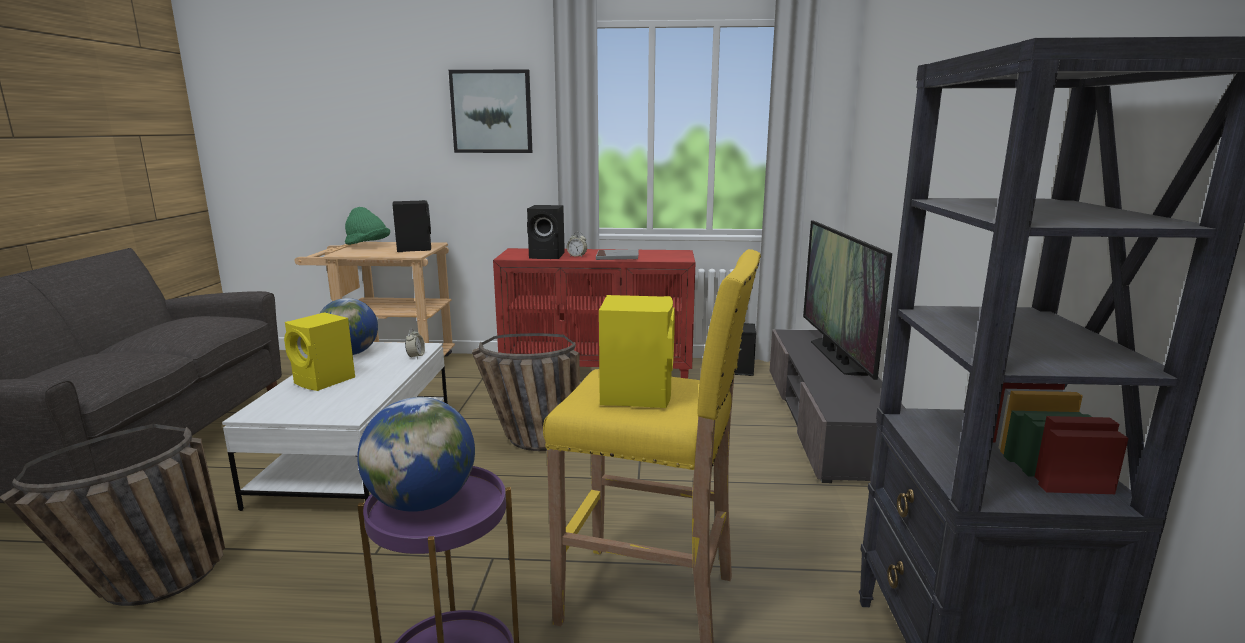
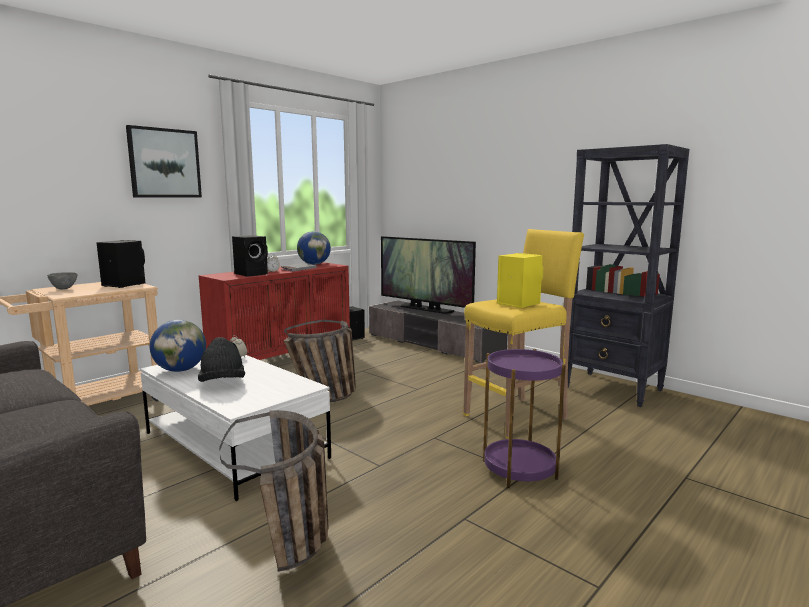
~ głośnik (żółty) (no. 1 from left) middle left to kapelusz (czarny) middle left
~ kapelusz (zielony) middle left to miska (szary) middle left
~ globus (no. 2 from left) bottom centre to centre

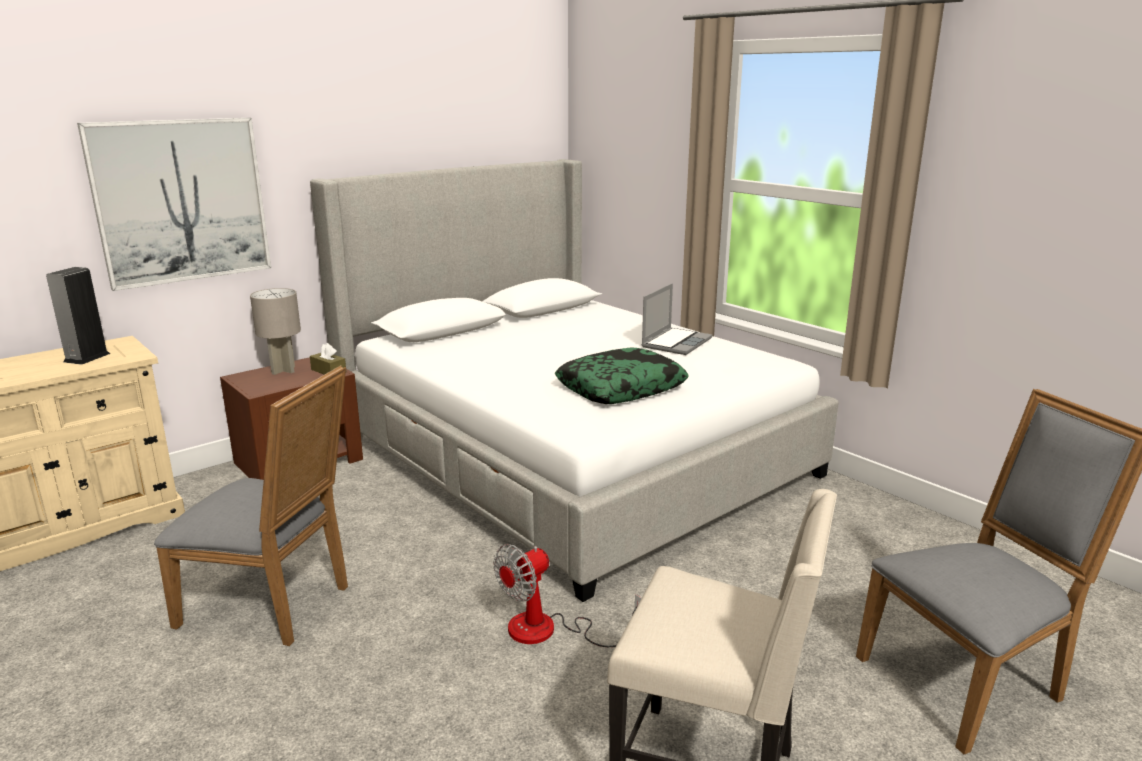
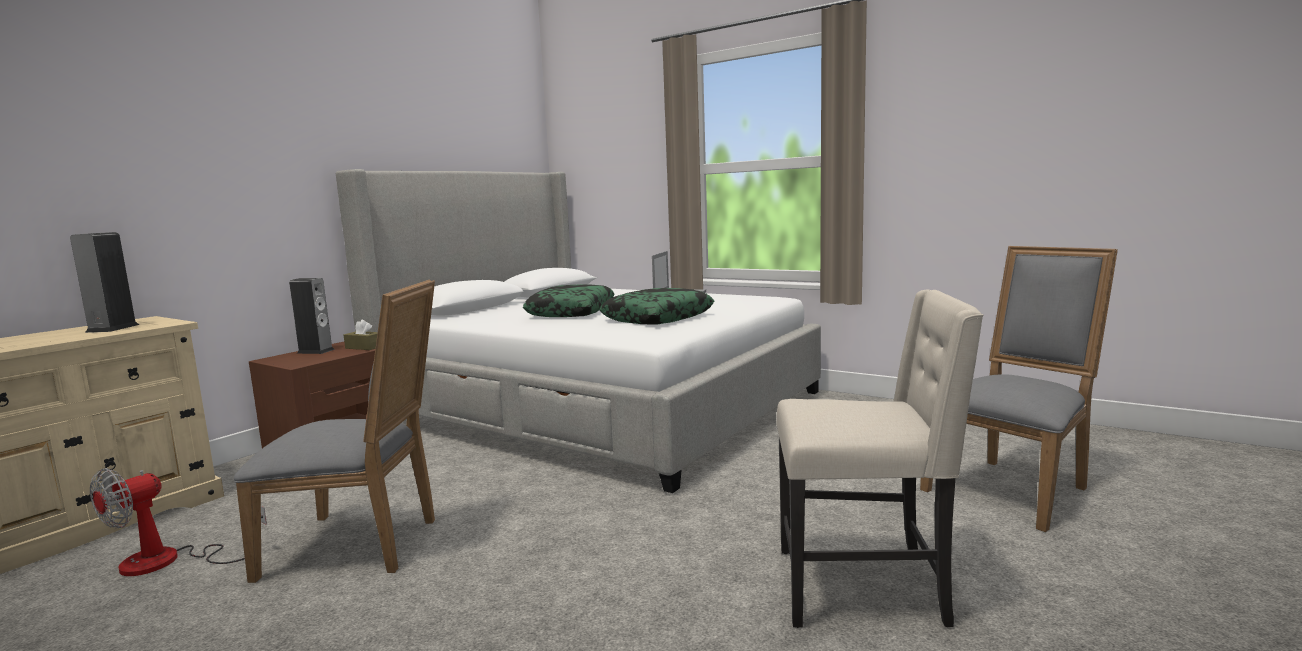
- obraz top left
~ lampa stołowa (szary) middle left to głośnik (no. 2 from left) middle left
~ wentylator bottom centre to bottom left
+ poduszka (no. 1 from left) centre

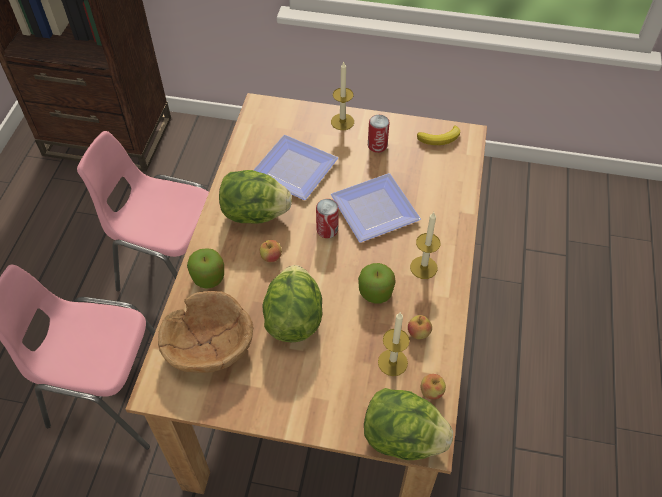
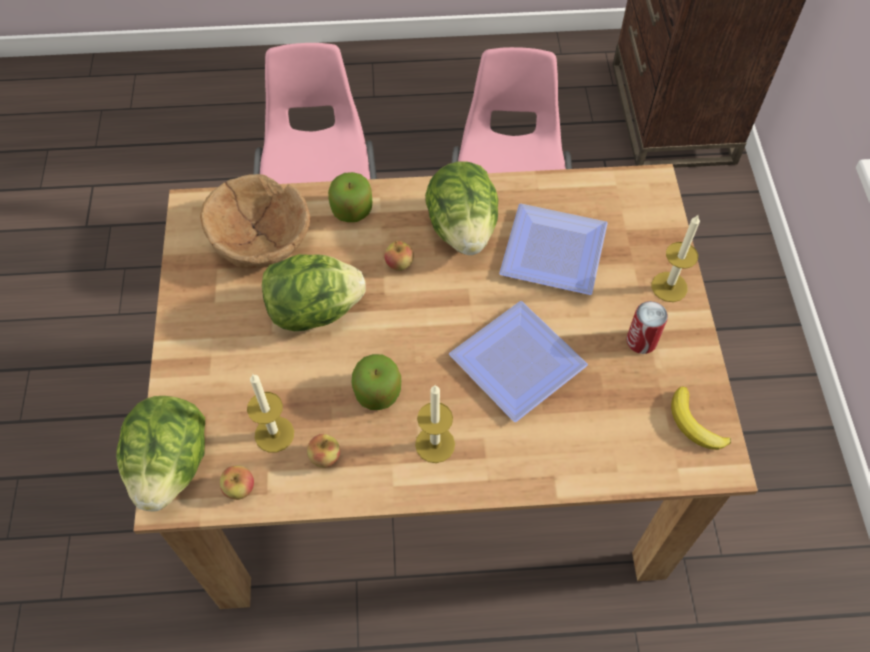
- puszka (no. 1 from left) centre

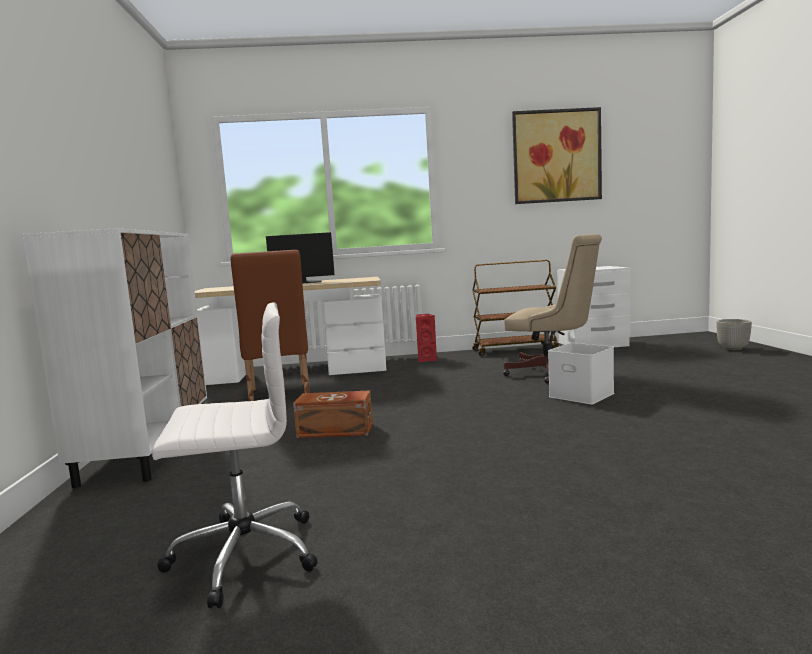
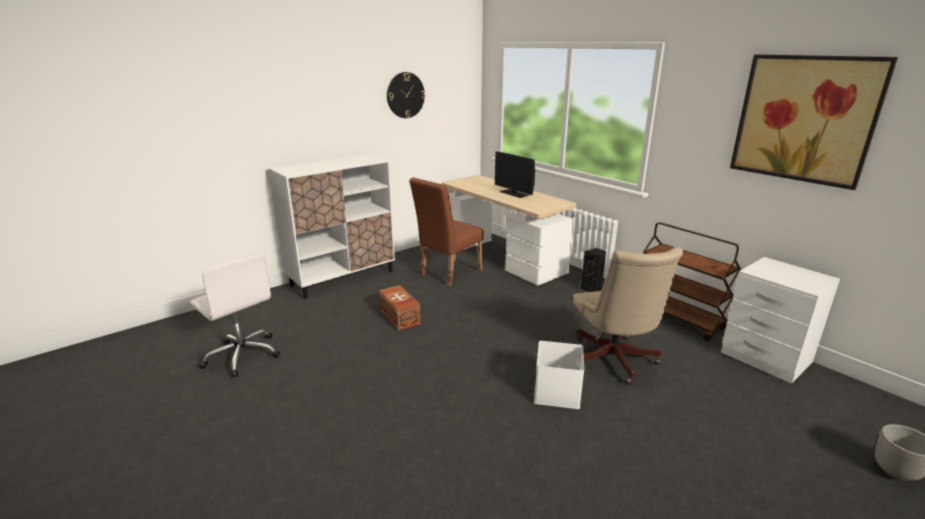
~ głośnik (czerwony) centre to głośnik (czarny) centre
+ zegar ścienny top centre

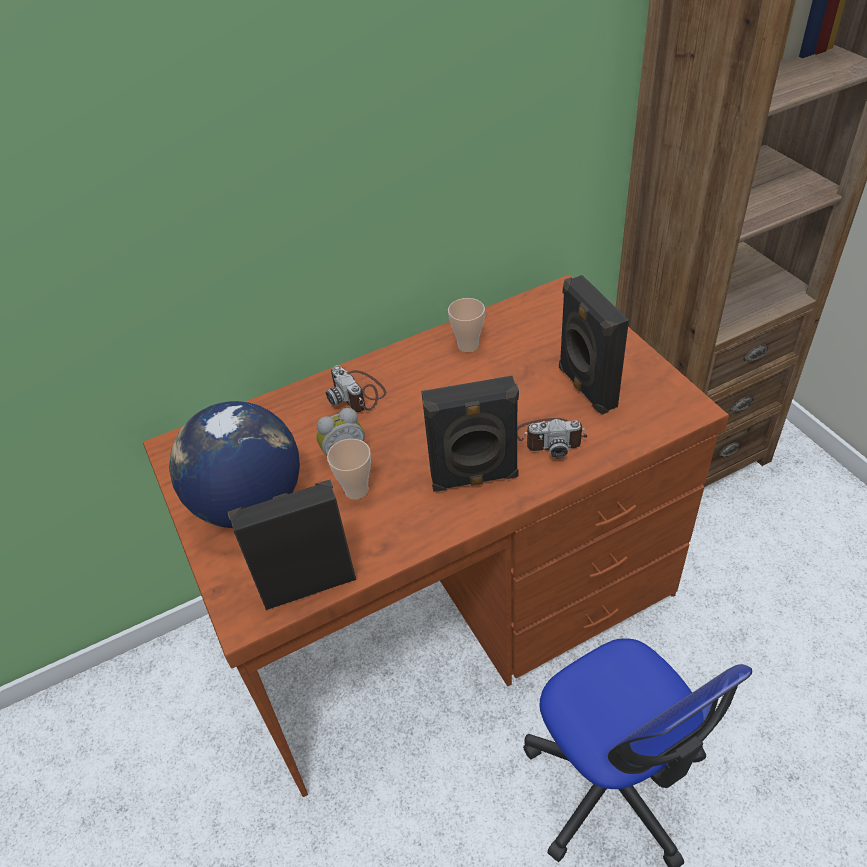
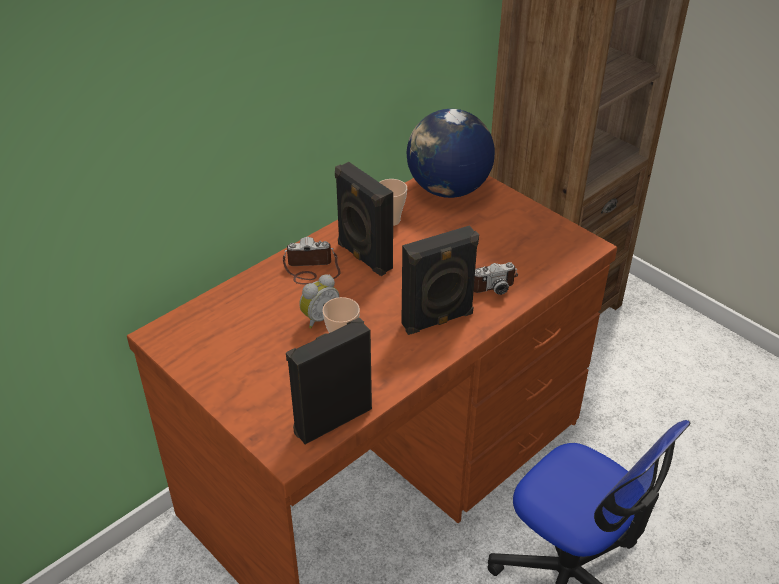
~ globus middle left to top centre
~ aparat fotograficzny (no. 1 from left) centre = centre 135 degrees clockwise
~ głośnik (czarny) (no. 3 from left in the first image) middle right to głośnik (czarny) (no. 2 from left) centre

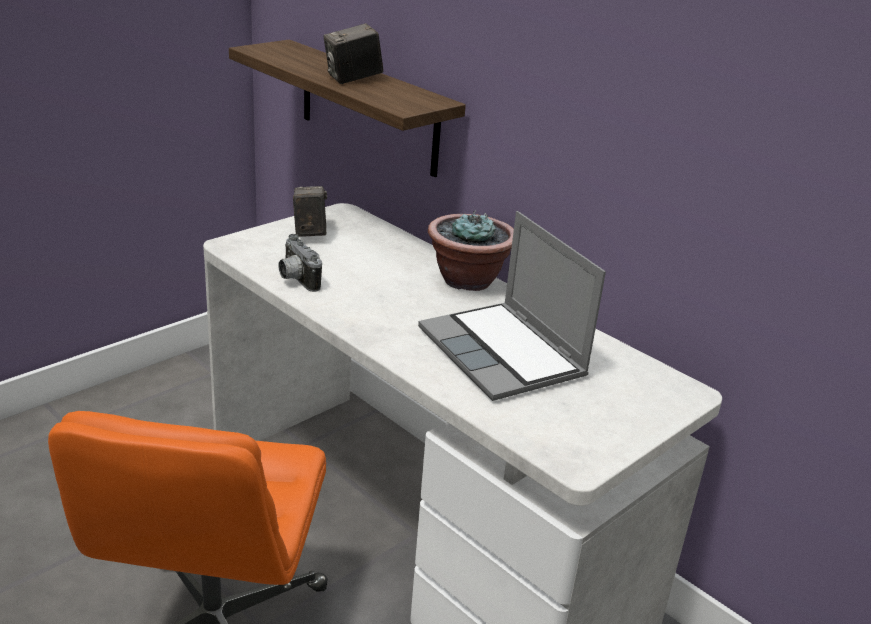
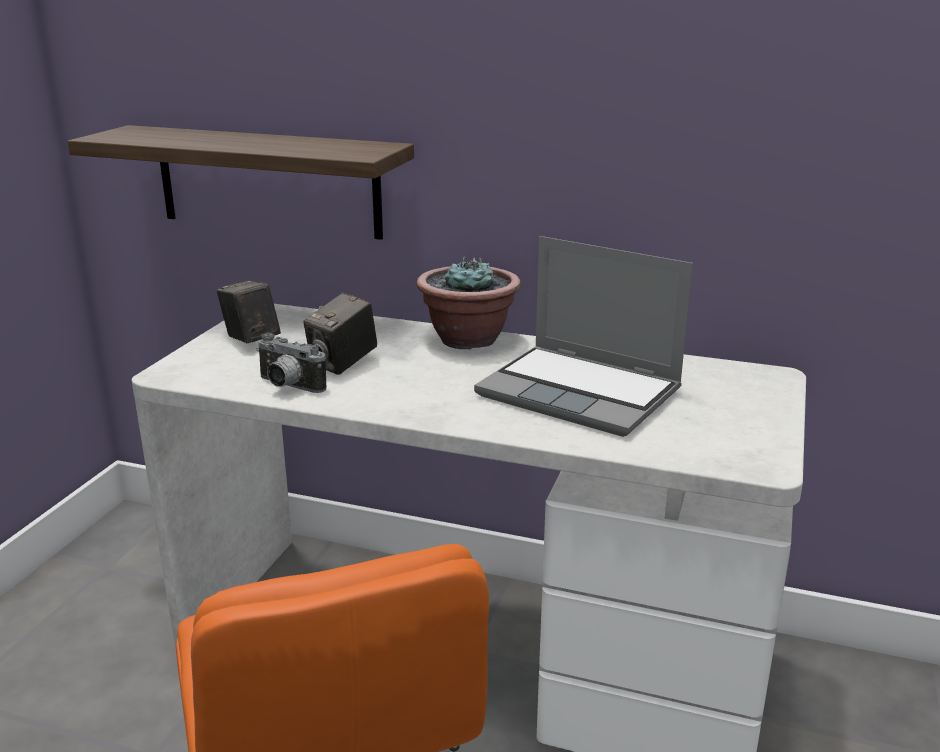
~ aparat fotograficzny (no. 3 from left) top centre to centre

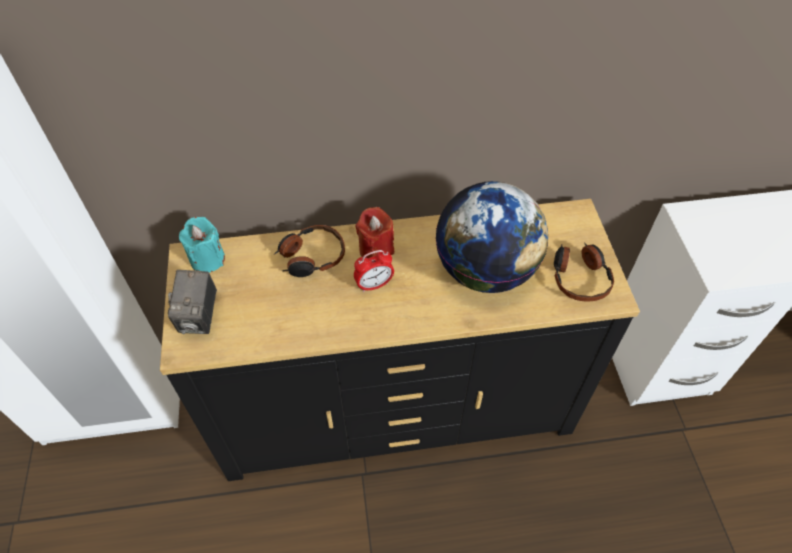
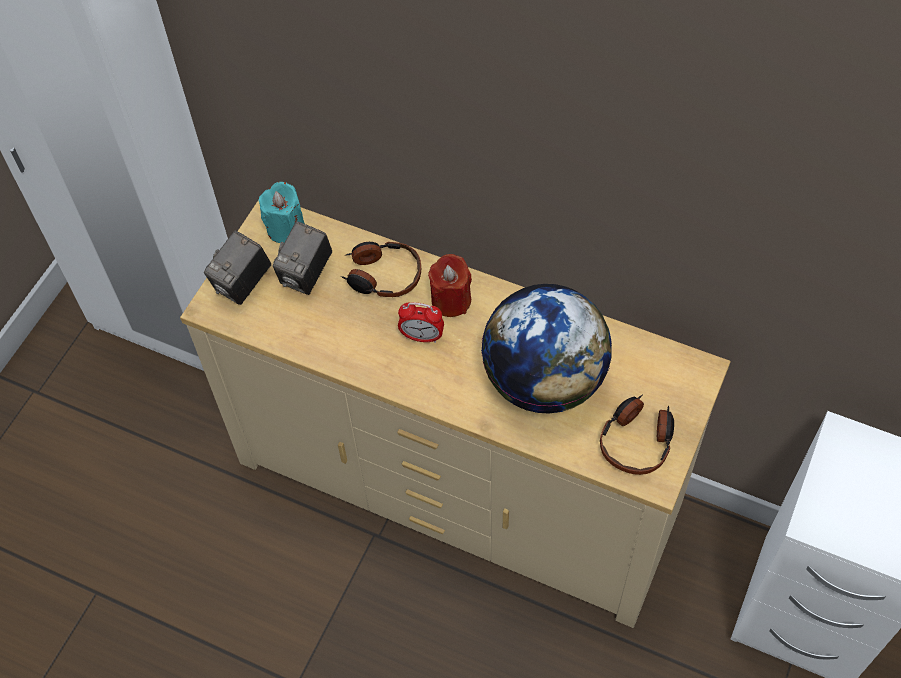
~ komoda (czarny) centre to komoda (beżowy) centre
+ aparat fotograficzny (no. 2 from left) centre

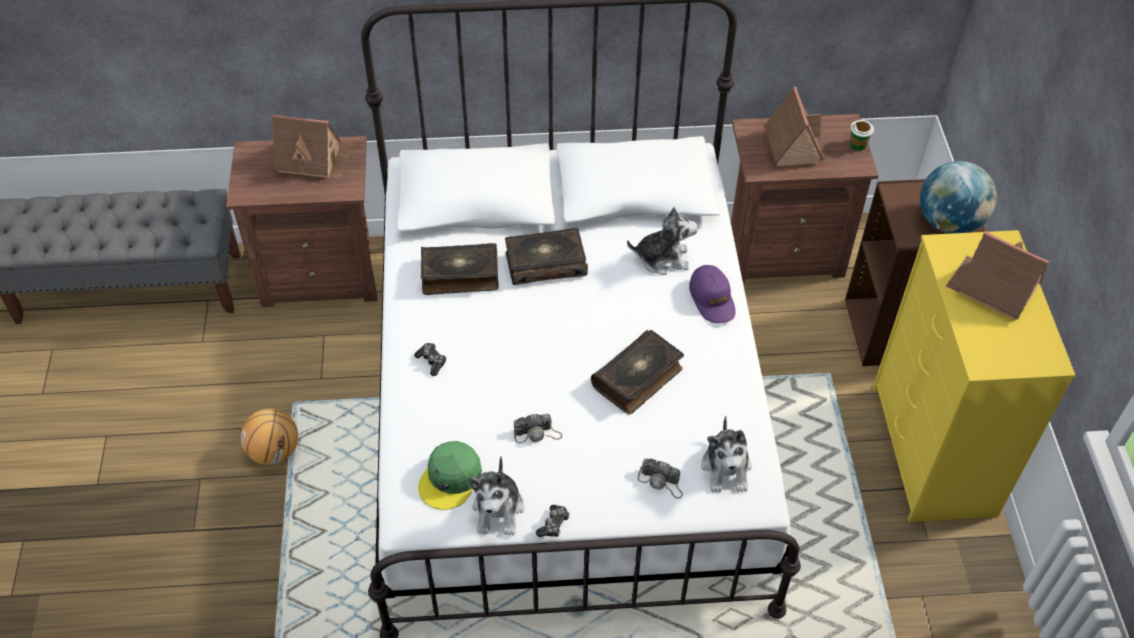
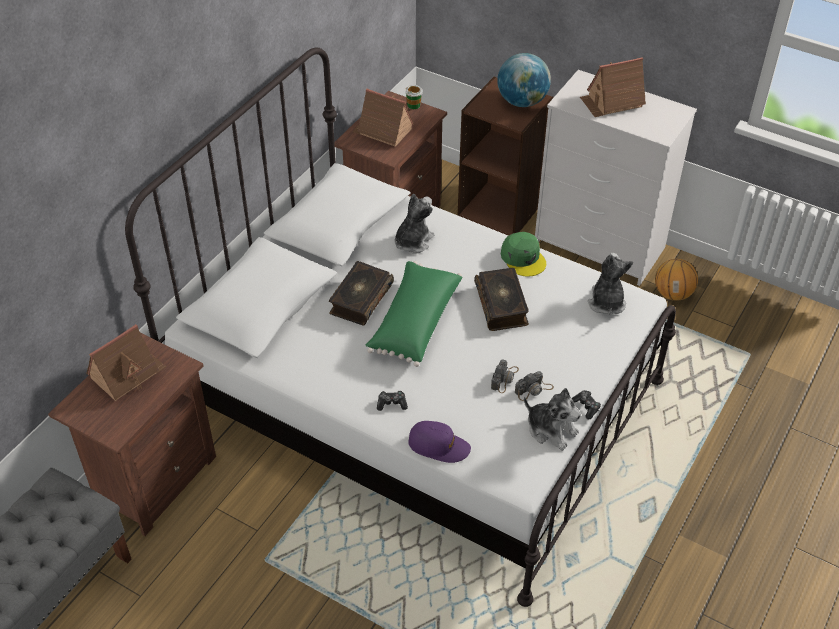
~ piłka do koszykówki bottom left to middle right
~ czapka z daszkiem (zielony) bottom centre to centre
- książka (no. 1 from left) centre
~ aparat fotograficzny (no. 2 from left) bottom centre to centre
~ czapka z daszkiem (fioletowy) centre to bottom centre
~ pluszak (no. 3 from left) bottom centre = middle right 120 degrees counterclockwise
~ komoda (żółty) middle right to komoda (biały) top right
+ poduszka (zielony) centre

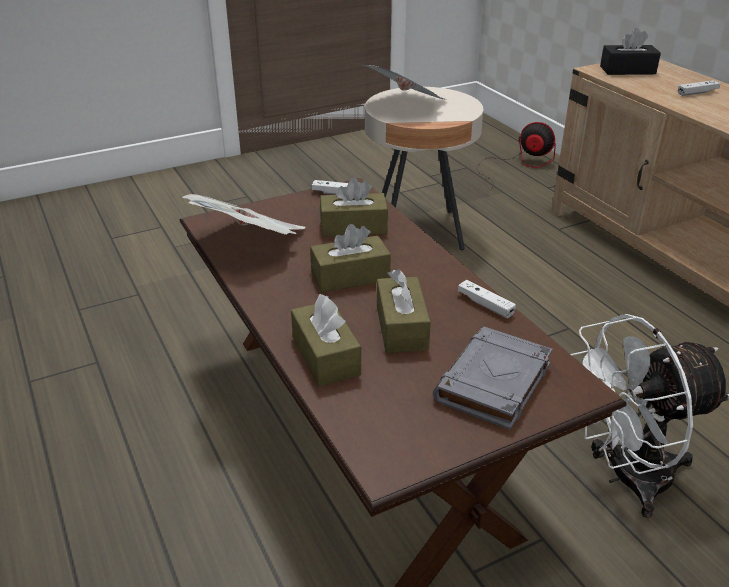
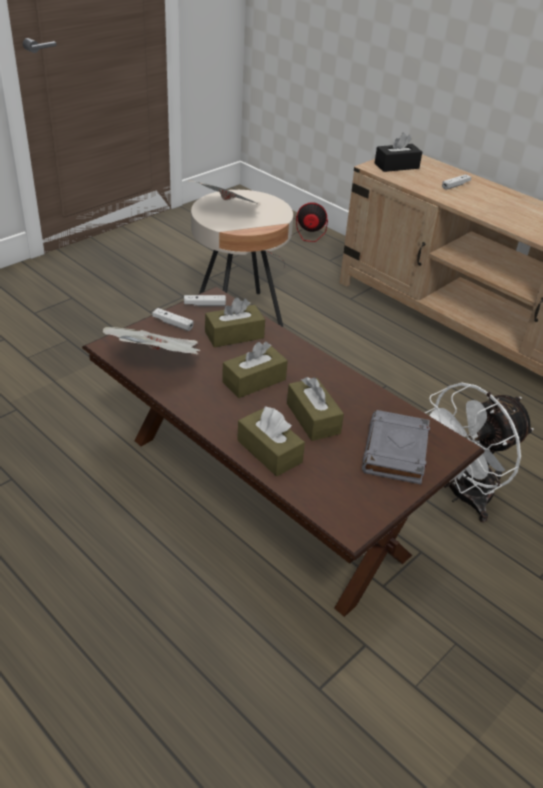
~ pad do gier (biały) (no. 2 from left in the first image) middle right to pad do gier (biały) (no. 1 from left) middle left

